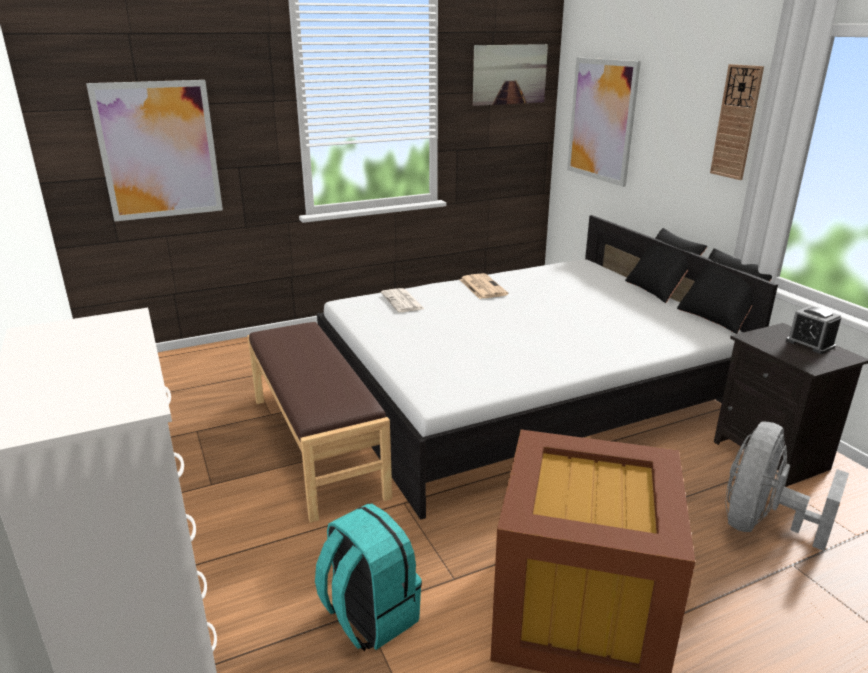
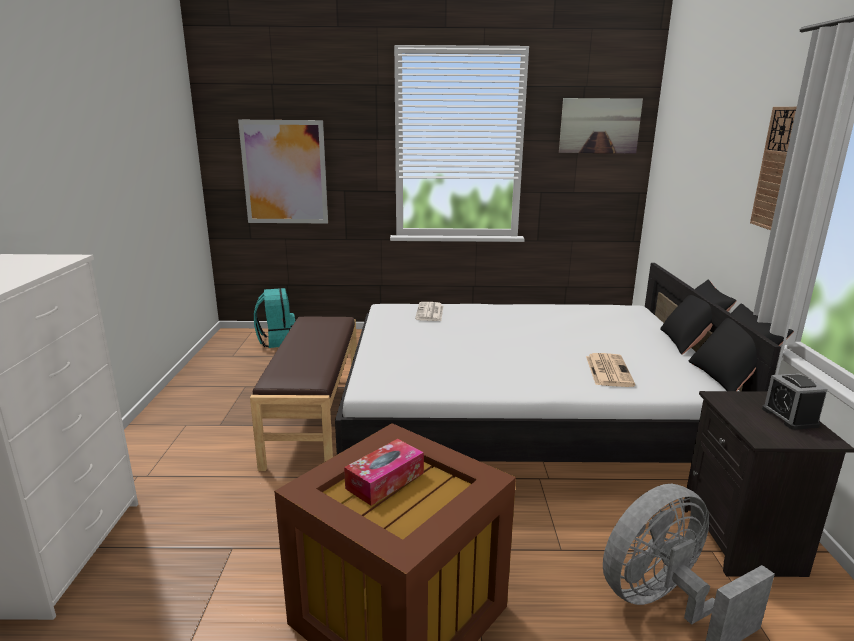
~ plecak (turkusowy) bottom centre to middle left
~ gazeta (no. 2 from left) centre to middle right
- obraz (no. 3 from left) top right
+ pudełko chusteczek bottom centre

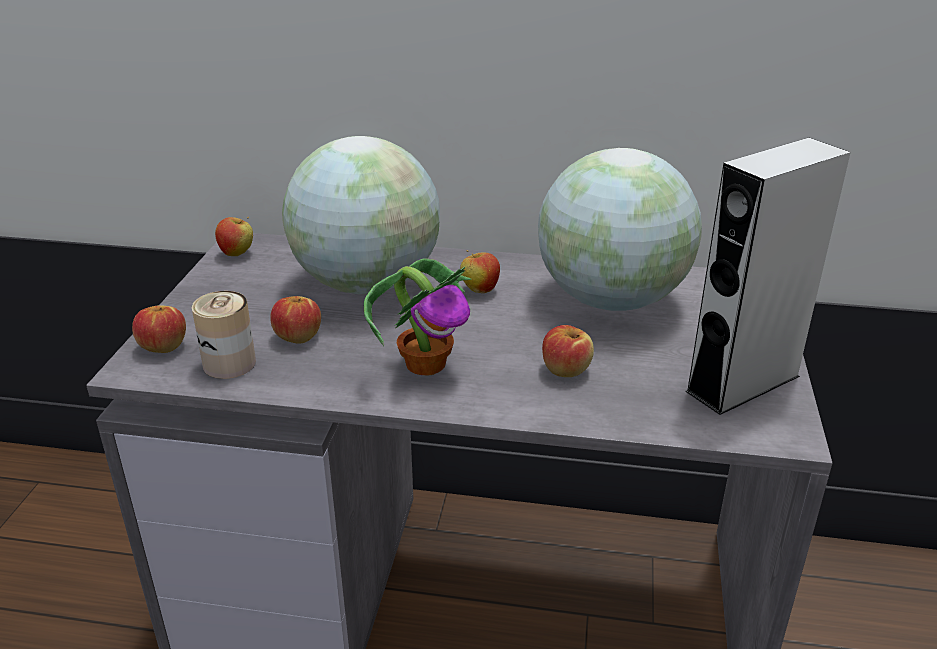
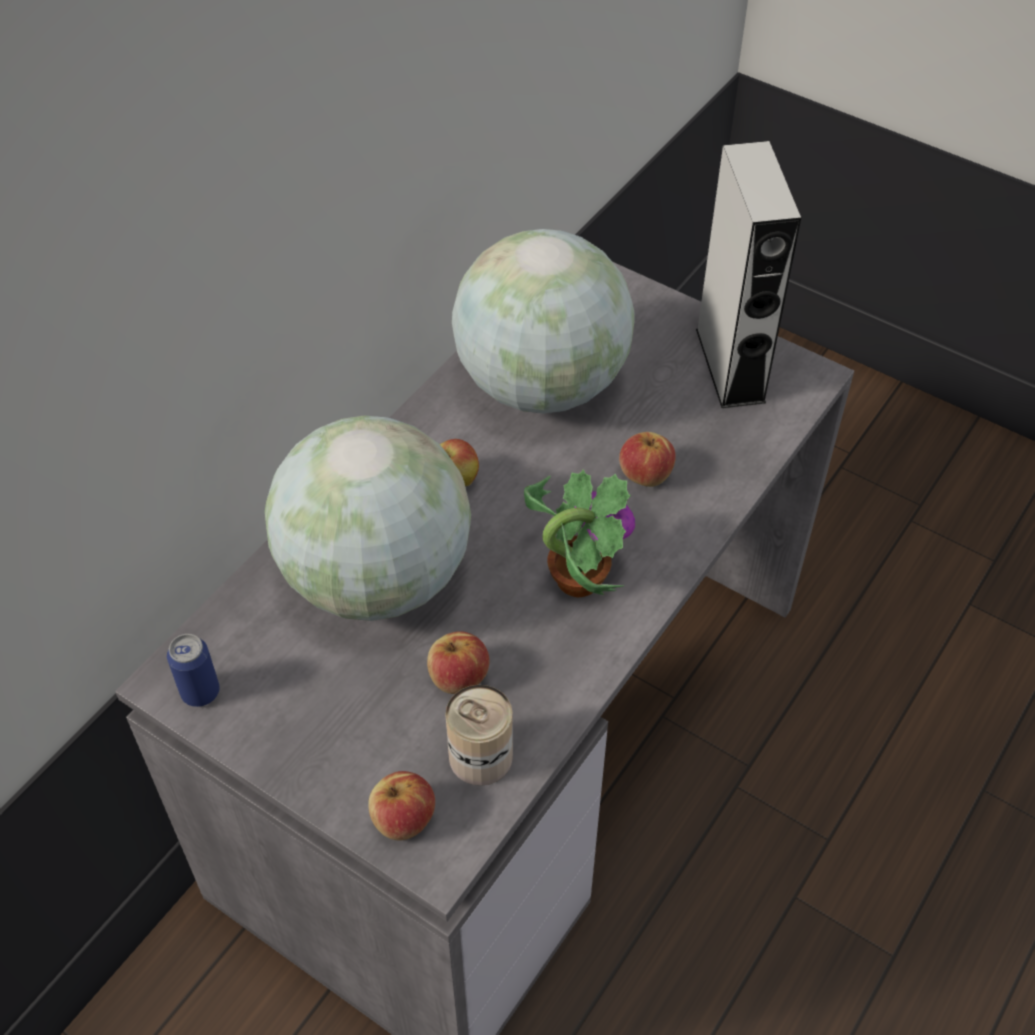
~ jabłko (no. 2 from left) middle left to puszka (no. 1 from left) middle left

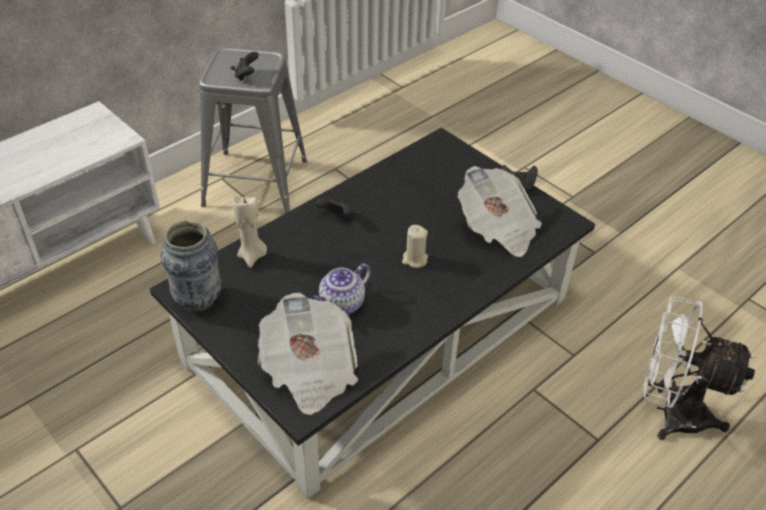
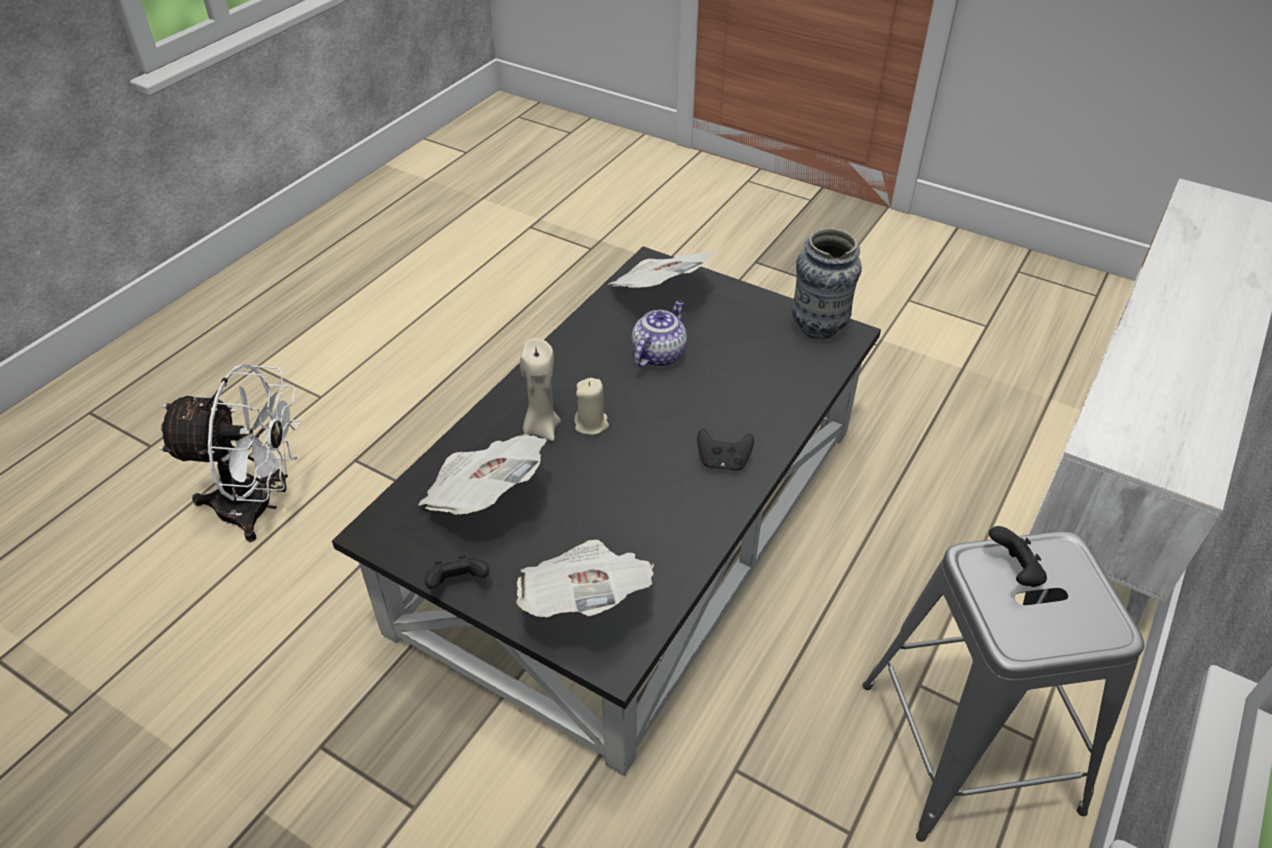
~ świeca (beżowy) (no. 1 from left) middle left to centre
+ gazeta (no. 2 from left) bottom centre

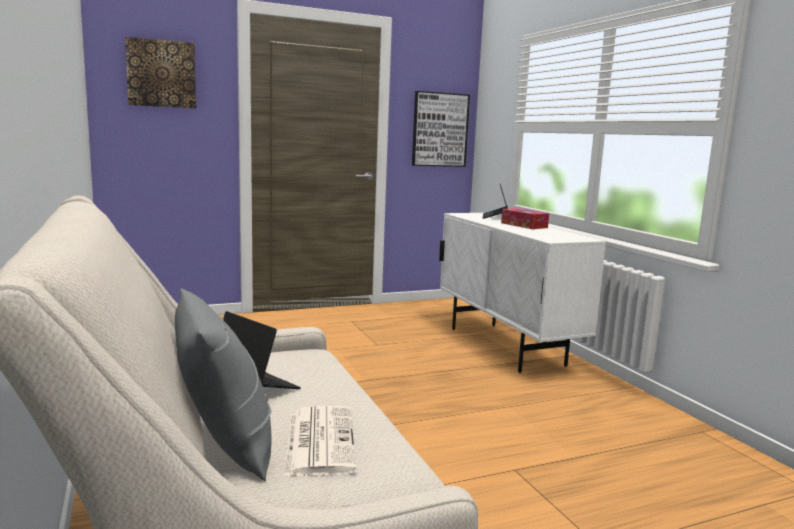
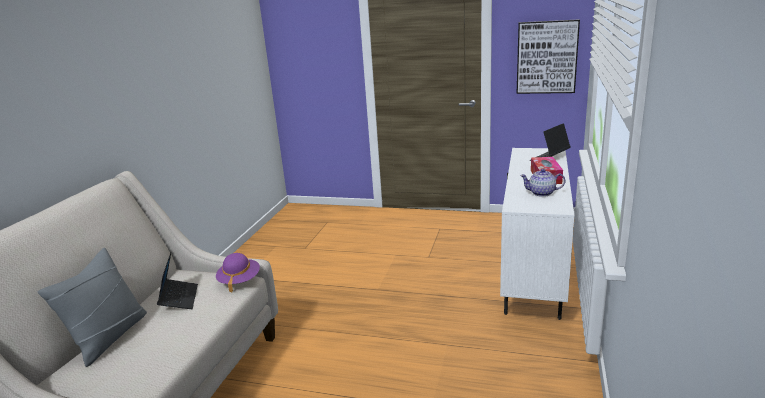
- obraz (no. 1 from left) top left
- gazeta bottom centre
+ kapelusz (fioletowy) bottom left
+ imbryk middle right

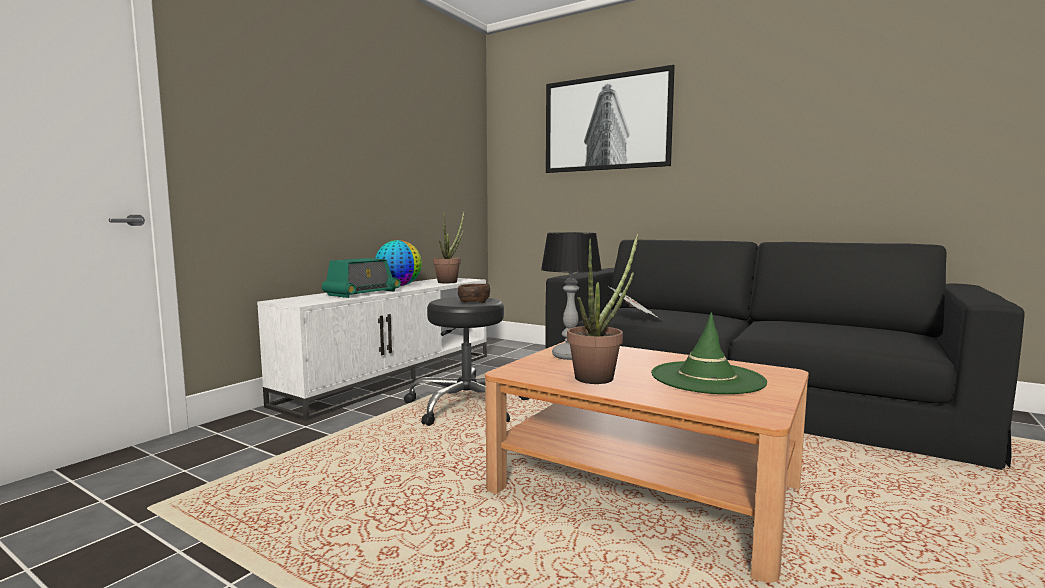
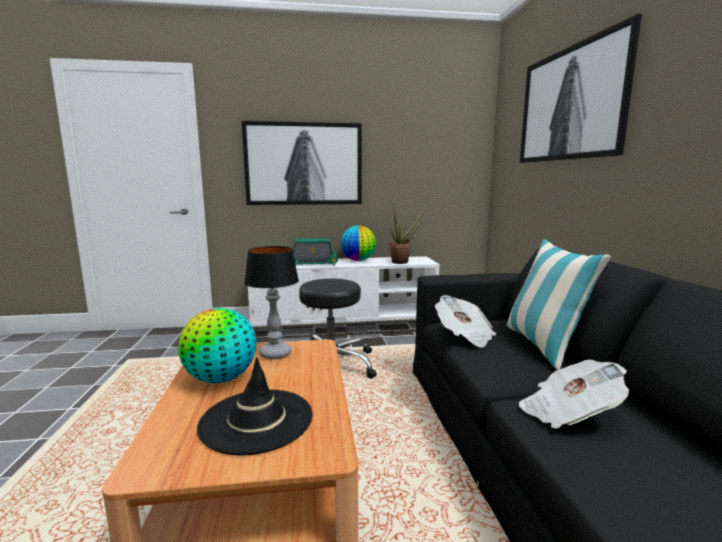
- miska (brązowy) centre
~ roślina doniczkowa (no. 2 from left) centre to globus (no. 1 from left) middle left
~ kapelusz (zielony) middle right to kapelusz (czarny) bottom centre
+ obraz (no. 1 from left) top centre
+ poduszka middle right
+ gazeta (no. 2 from left) bottom right

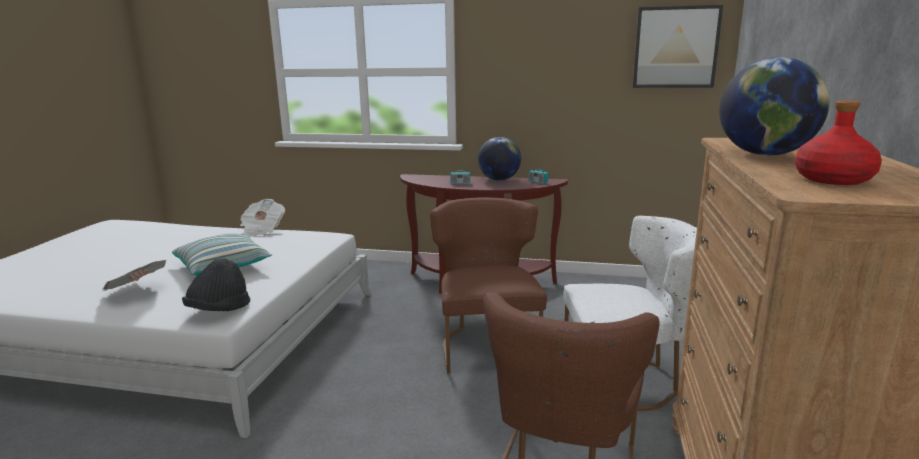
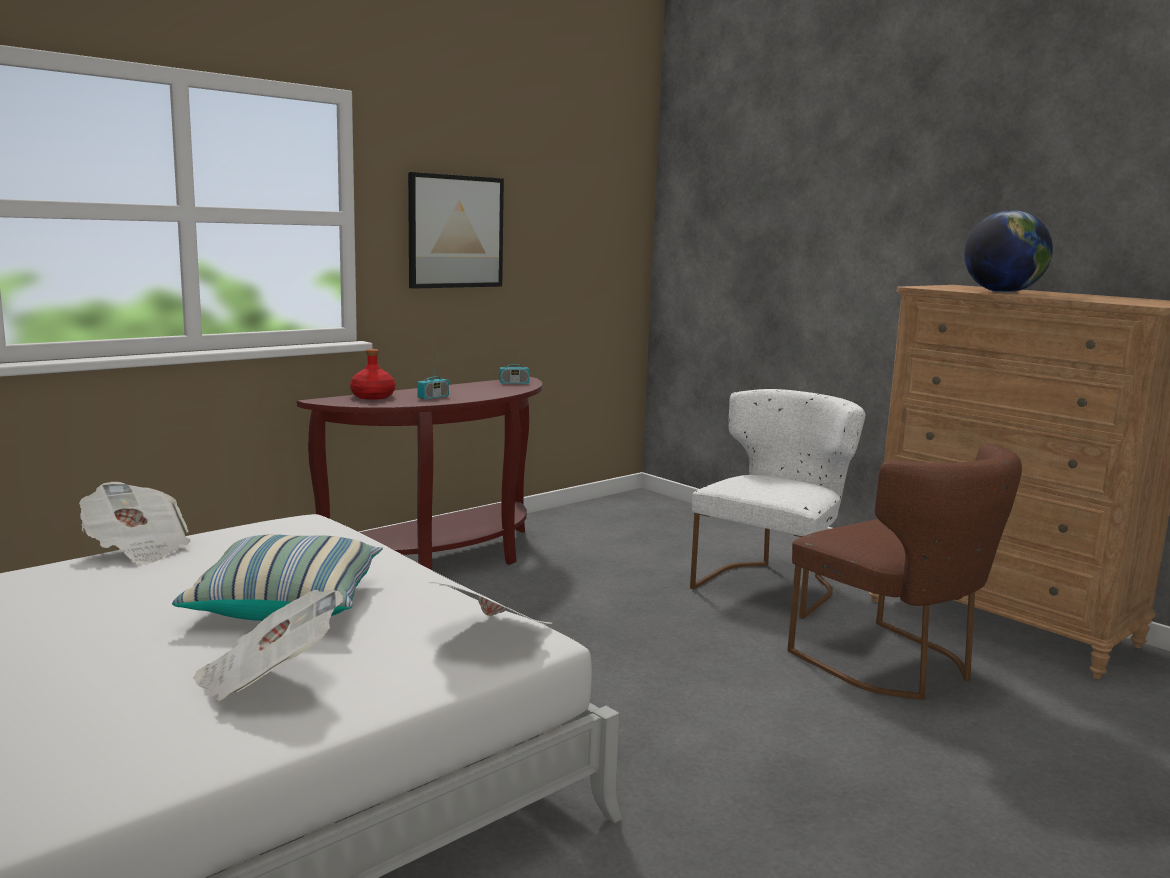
~ kapelusz (czarny) middle left to gazeta (no. 3 from left) bottom centre
- krzesło (brązowy) (no. 1 from left) centre
- globus (no. 1 from left) centre
~ obraz top right to top centre
~ butelka (czerwony) top right to middle left

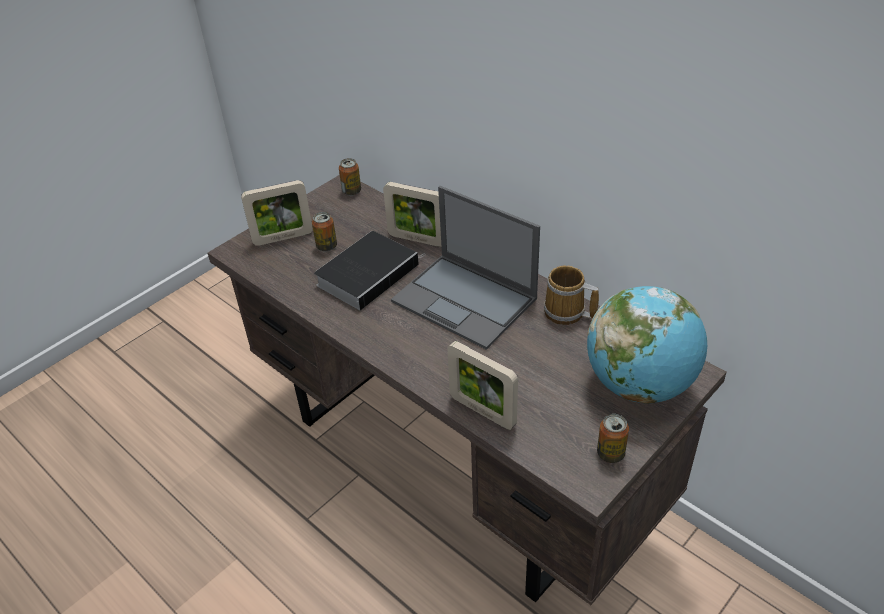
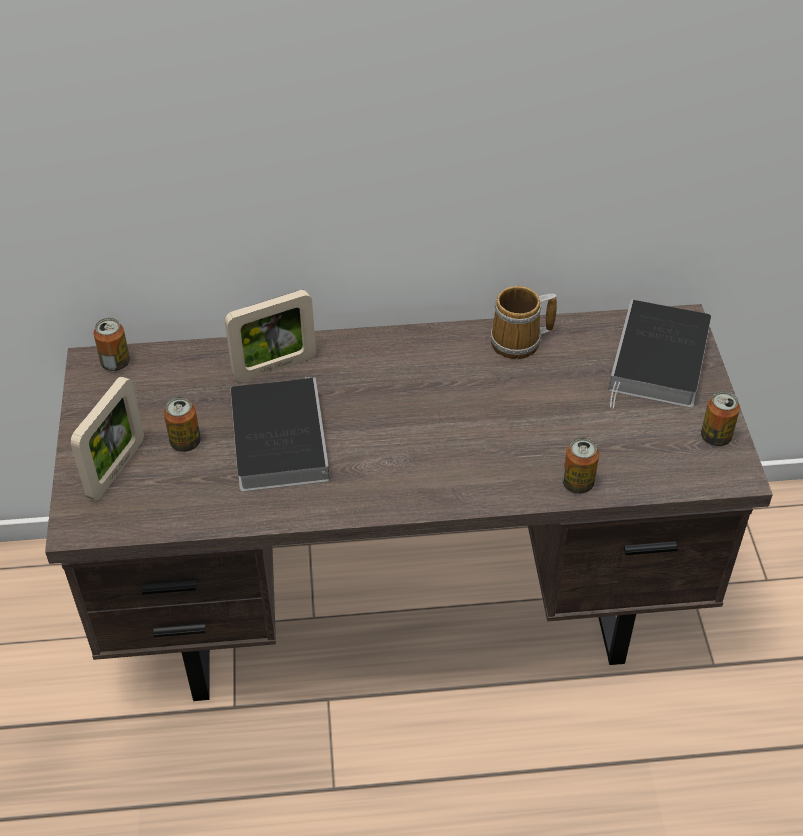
- laptop centre
~ ramka na zdjęcie (no. 3 from left) centre to puszka (no. 3 from left) middle right
~ globus middle right to książka (no. 2 from left) middle right

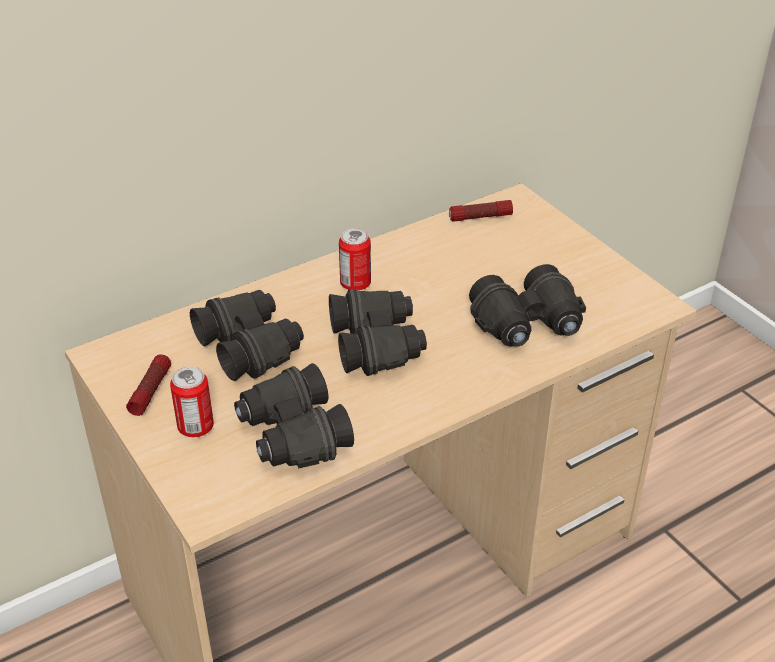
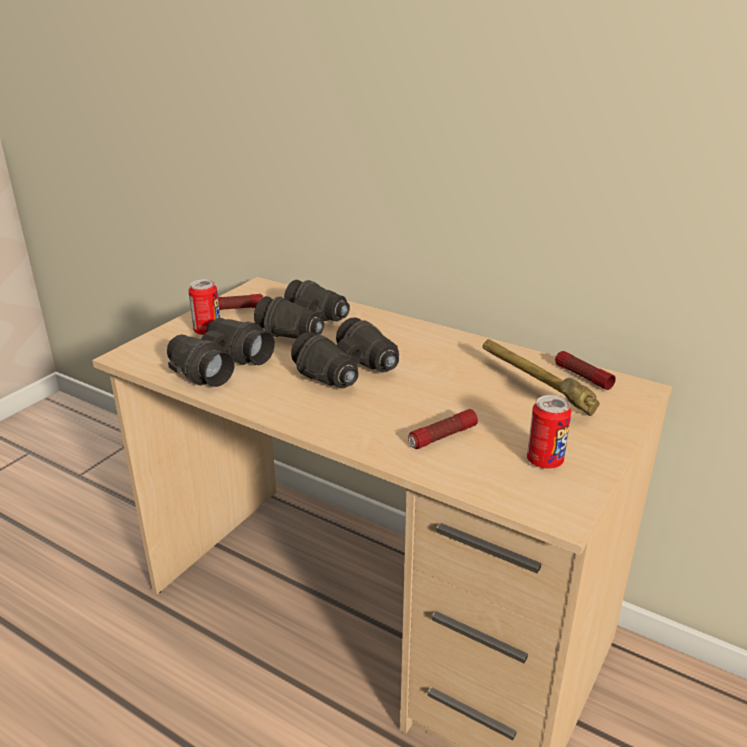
~ puszka (no. 2 from left) centre to middle right
~ lornetka (czarny) (no. 4 from left) middle right to latarka (no. 2 from left) centre
+ młotek middle right

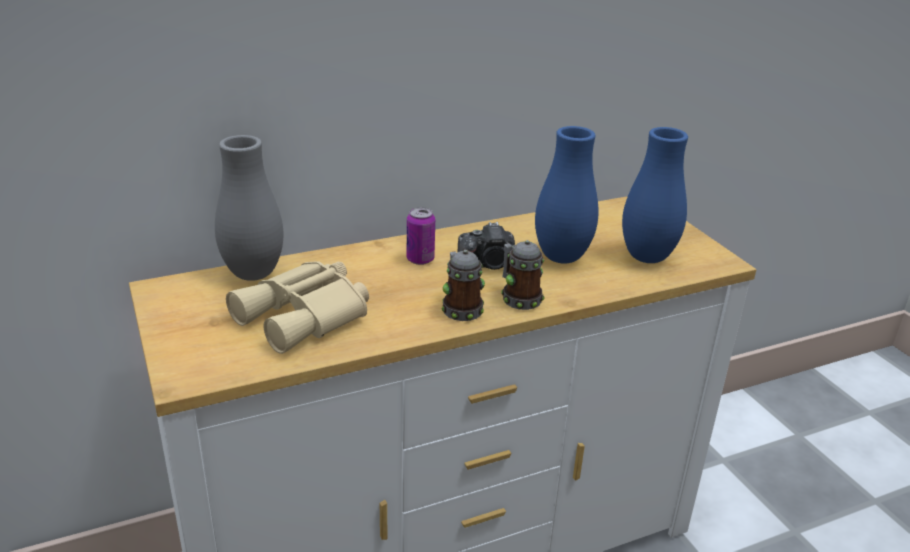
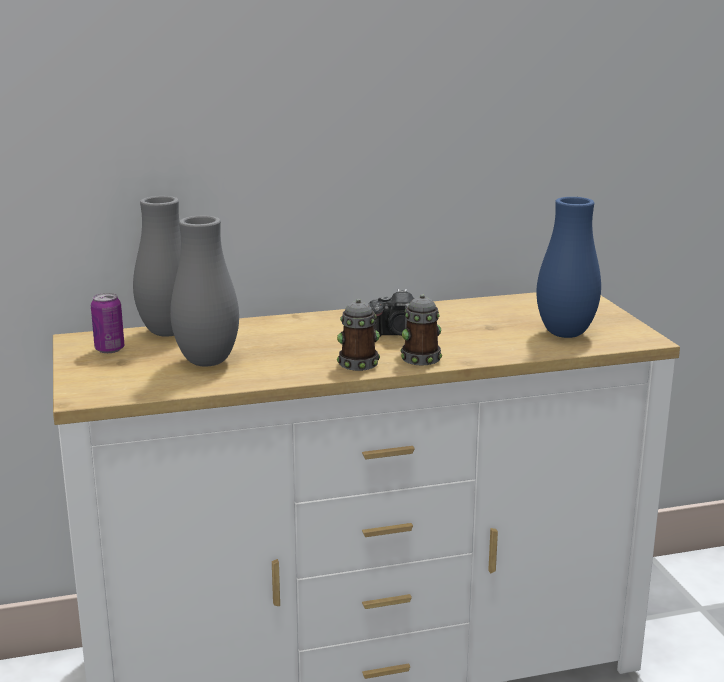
~ lornetka (beżowy) middle left to wazon (szary) (no. 2 from left) middle left
~ puszka centre to middle left
- wazon (niebieski) (no. 1 from left) centre

